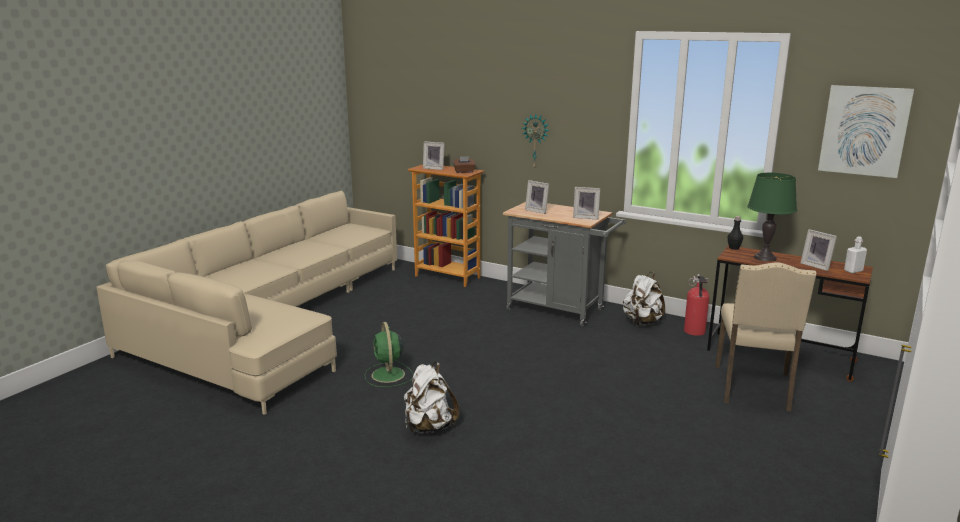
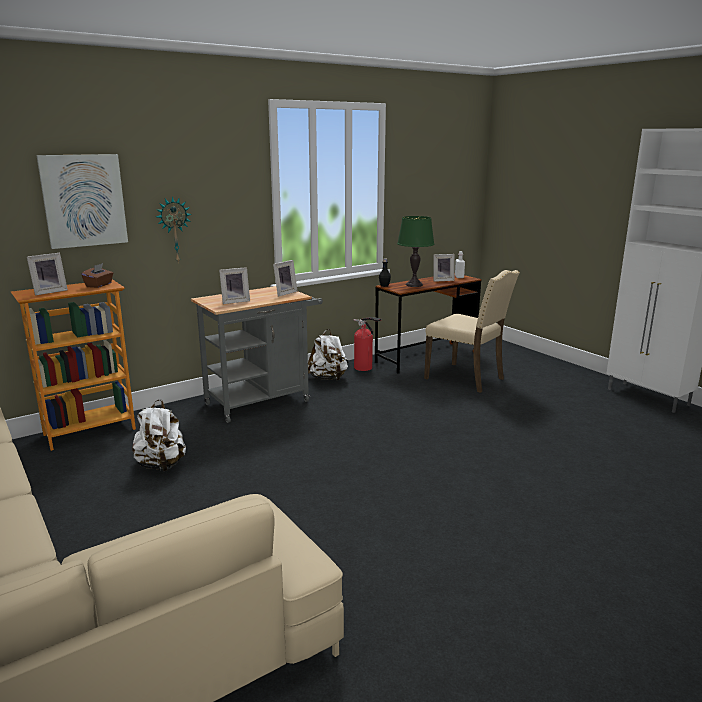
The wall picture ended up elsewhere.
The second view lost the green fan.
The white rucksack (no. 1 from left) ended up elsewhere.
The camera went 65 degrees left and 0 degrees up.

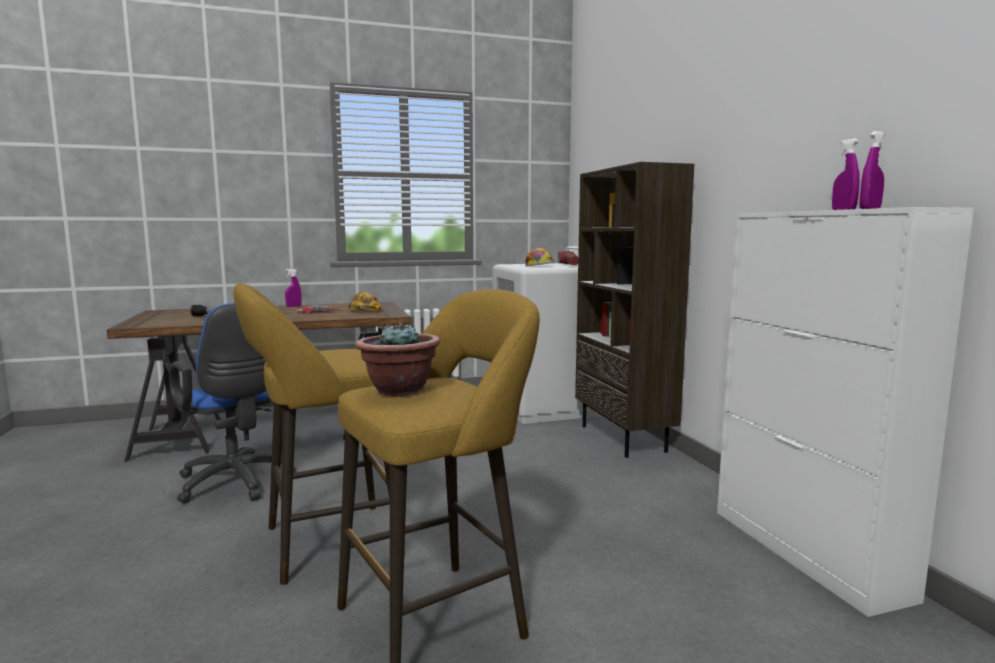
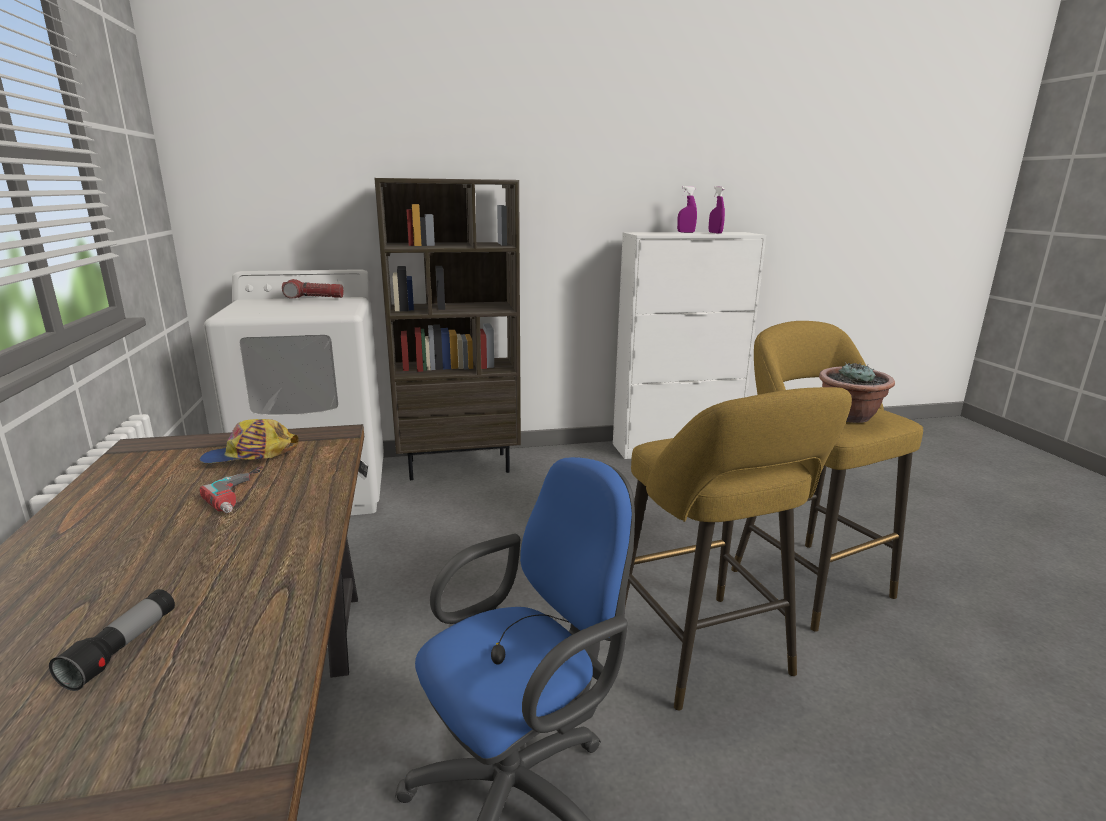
The second view lost the cap (no. 2 from left).
The second view lost the purple-coloured sprayer (no. 1 from left).
The camera went 85 degrees left and 10 degrees up.

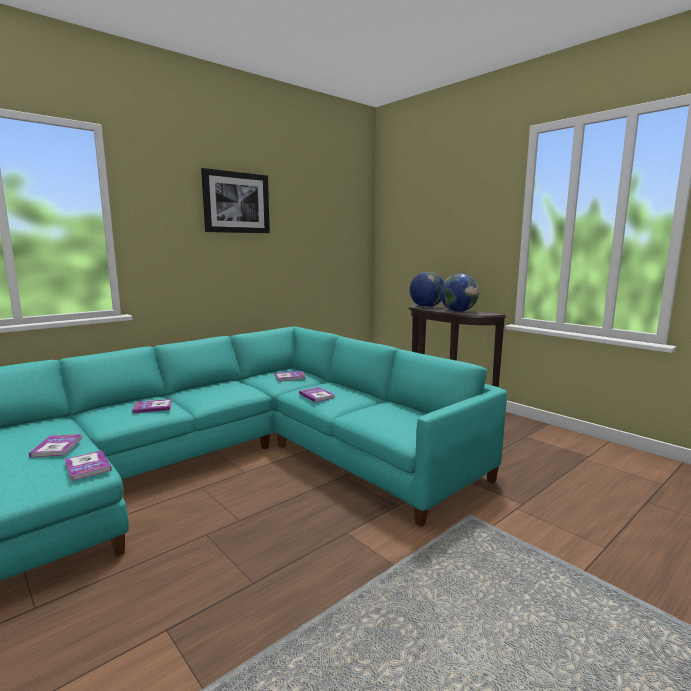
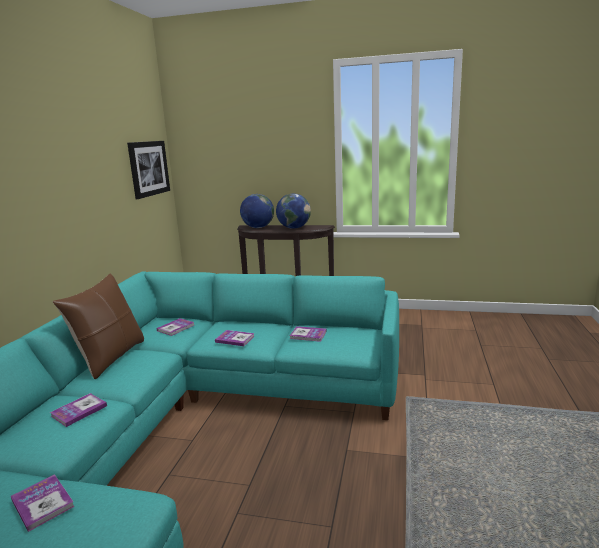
The wall picture ended up elsewhere.
The volume (no. 2 from left in the first image) ended up elsewhere.
The second view gained the brown-coloured cushion.
The camera went 35 degrees left and 5 degrees up.

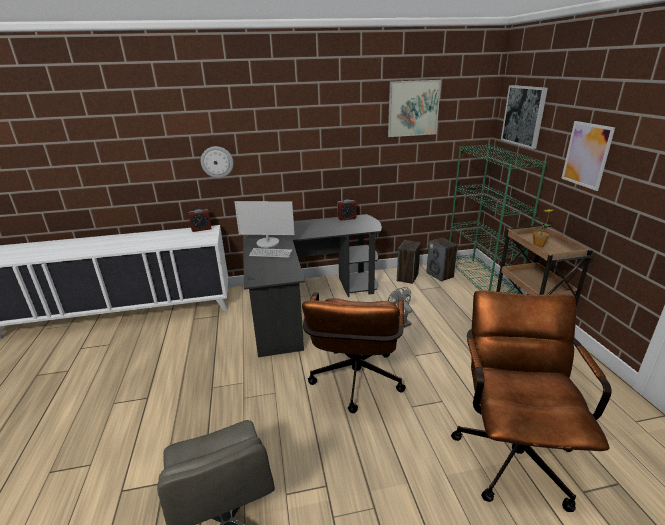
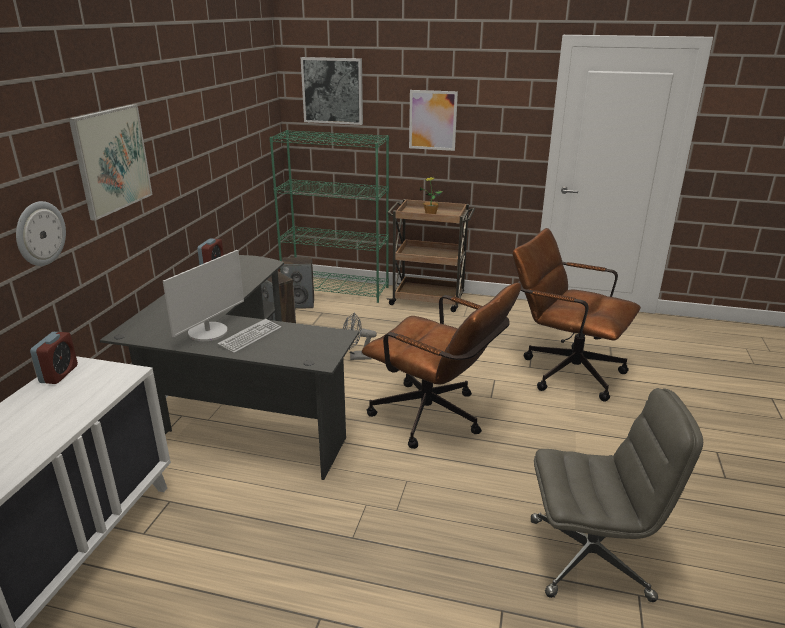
The wall picture (no. 1 from left) ended up elsewhere.
The camera went 65 degrees left and 0 degrees up.

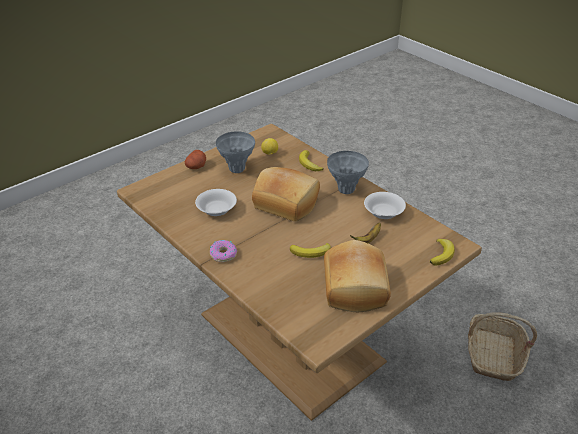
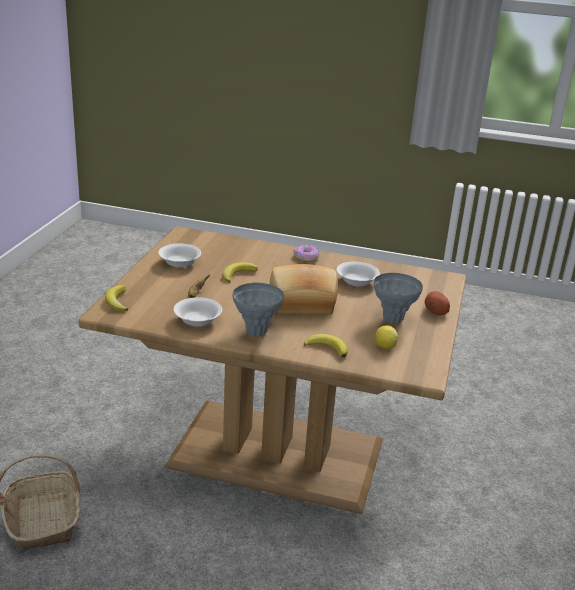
Where the bakery bread (no. 2 from left) stood, the white serving bowl (no. 1 from left) came to stand.
The camera went 145 degrees right and 10 degrees down.

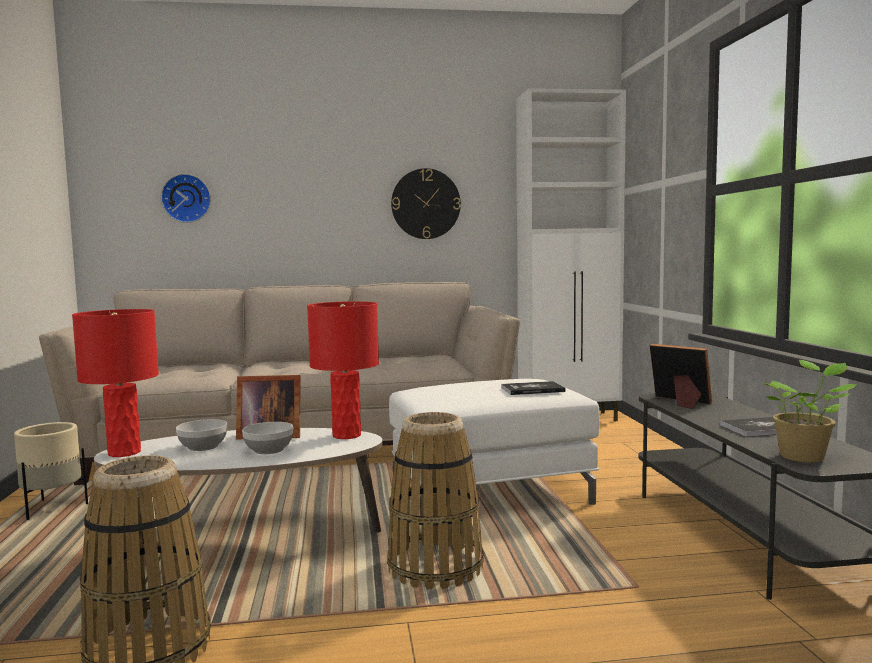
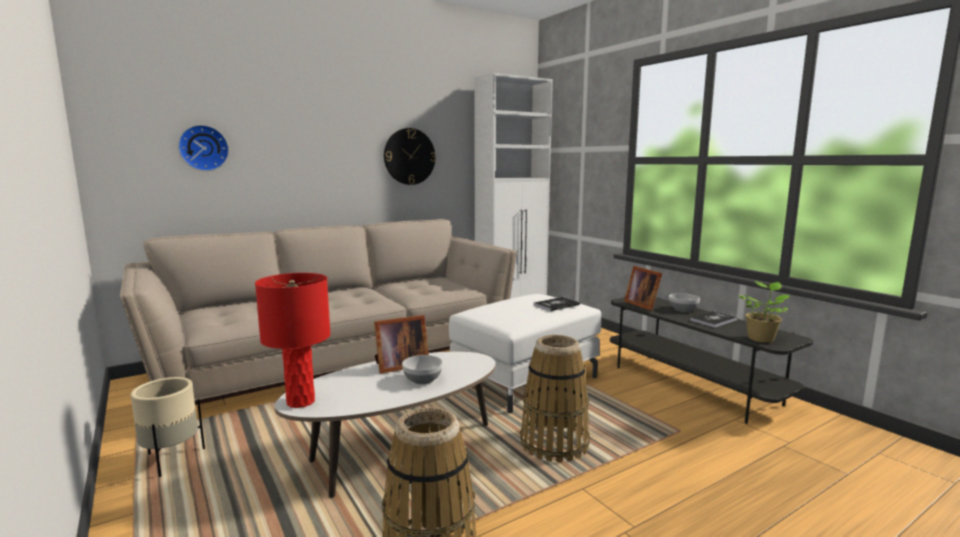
The second view lost the red-coloured tabletop lamp (no. 2 from left).
The photo frame (no. 2 from left) ended up facing another way, 135 degrees counterclockwise from before.
The serving bowl (no. 1 from left in the first image) ended up elsewhere.
The camera went 25 degrees left and 5 degrees up.

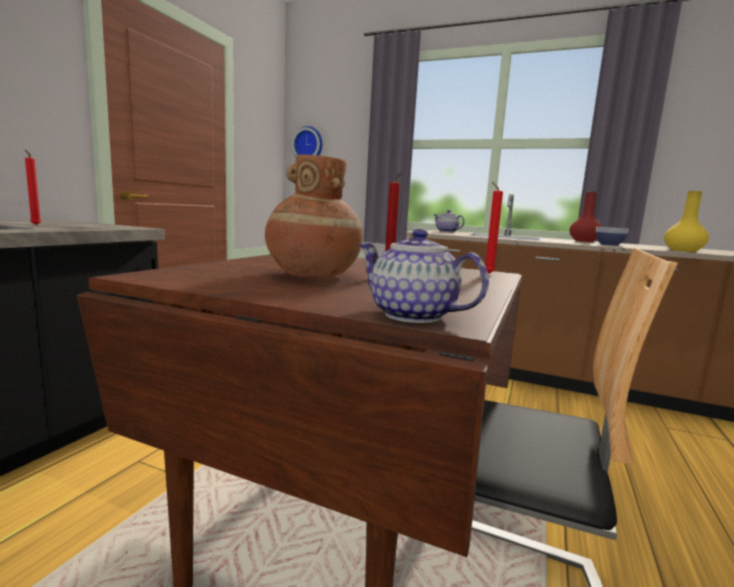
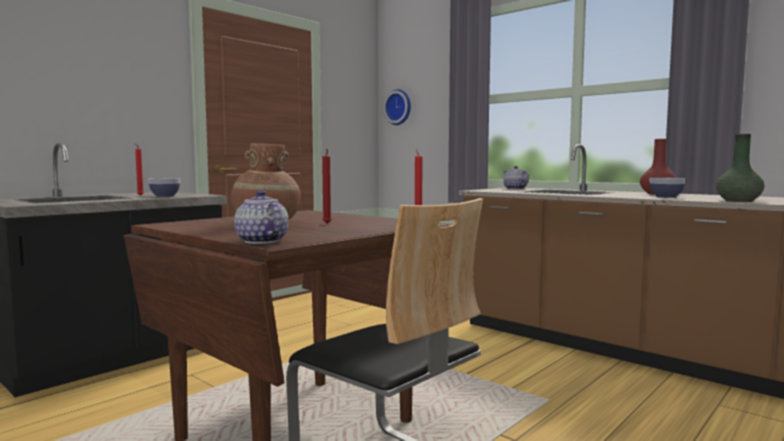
What was the yellow-coloured decorative vase turned into the green decorative vase.
The second view gained the serving bowl (no. 1 from left).
The camera went 20 degrees right and 5 degrees down.

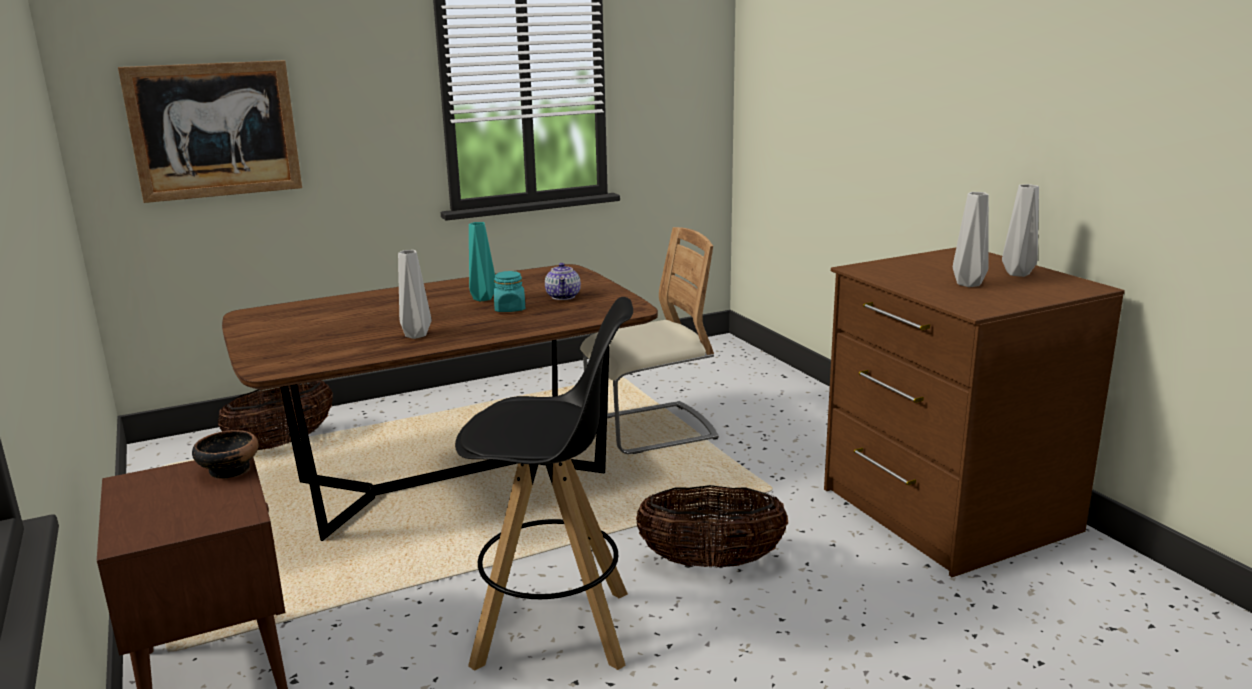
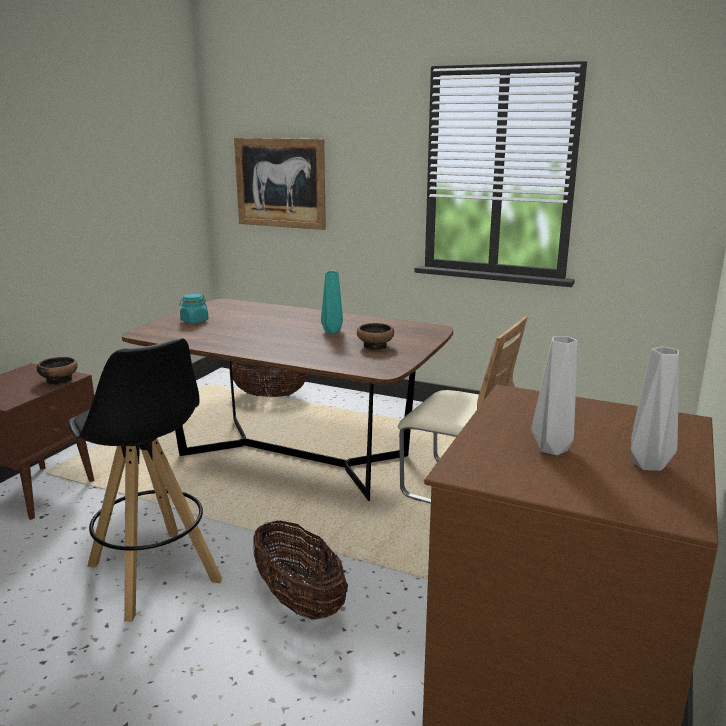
The second view lost the greyish decorative vase (no. 1 from left).
Where the teapot stood, the serving bowl (no. 2 from left) came to stand.
The blue-green preserve jar ended up elsewhere.
The camera went 50 degrees right and 0 degrees up.

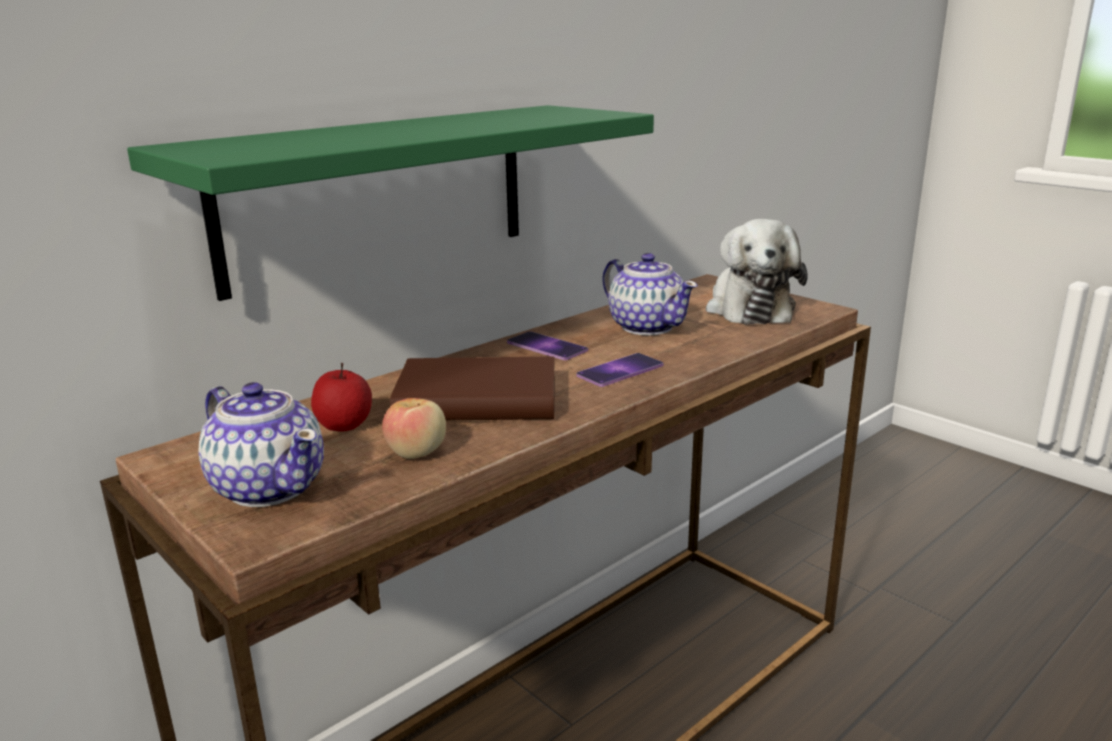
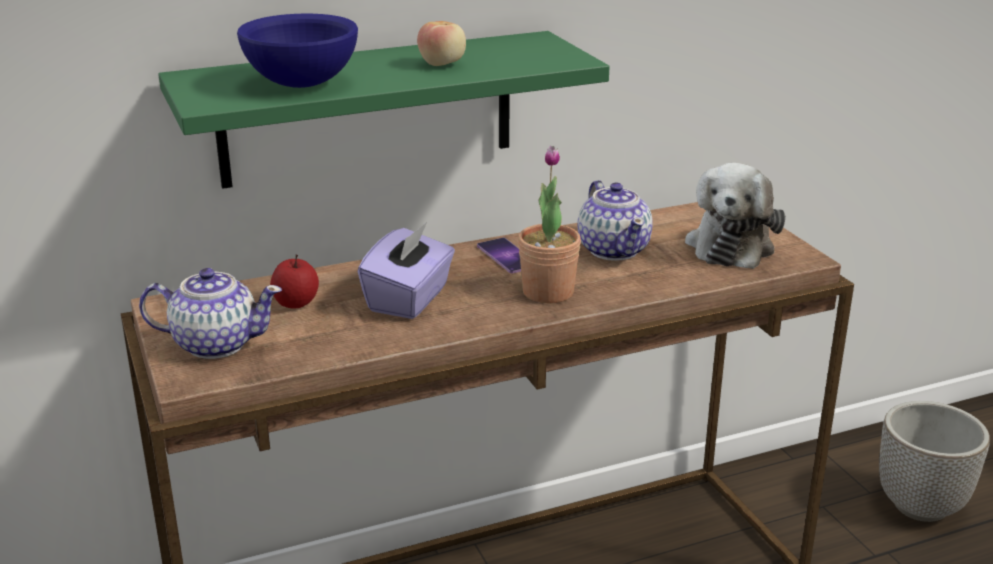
Where the phone (no. 2 from left) stood, the houseplant came to stand.
Where the brown-coloured volume stood, the purple-coloured tissue holder came to stand.
The teapot (no. 1 from left) ended up facing another way, 60 degrees counterclockwise from before.
The apple fruit (no. 2 from left) ended up elsewhere.
The second view gained the blue-coloured serving bowl.
The second view gained the flower pot.
The camera went 20 degrees right and 5 degrees up.

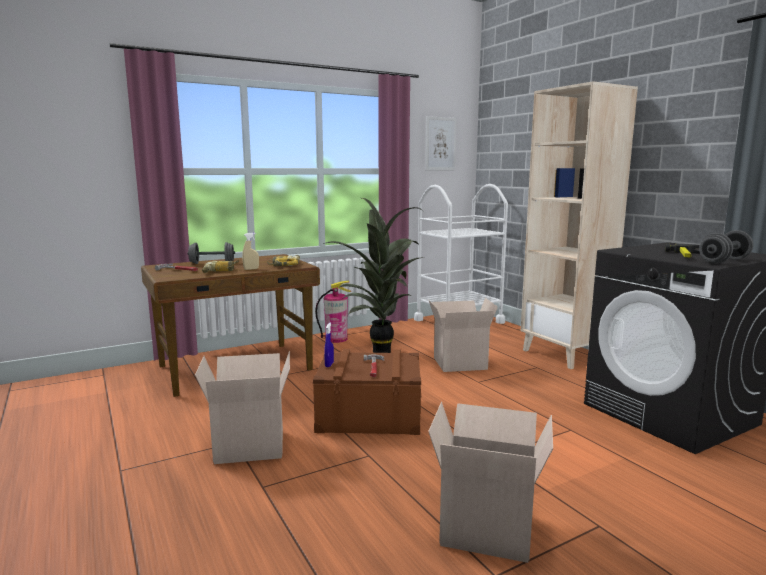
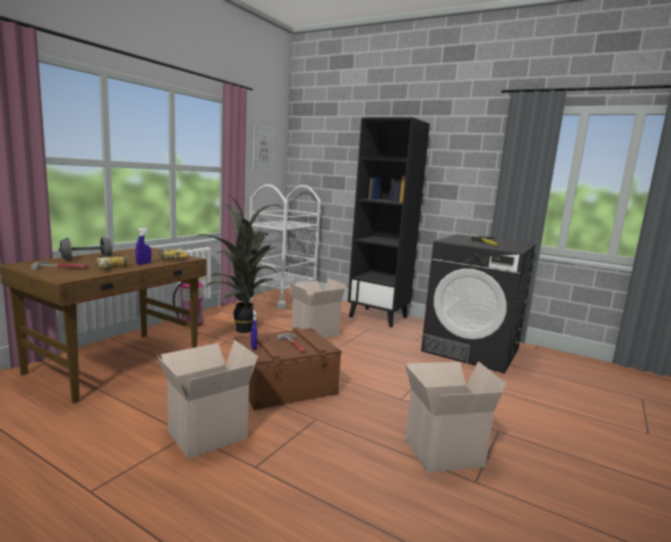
What was the beige-coloured bookcase turned into the blackish bookcase.
The second view lost the greyish free weight (no. 2 from left).
What was the beige-coloured sprayer turned into the blue-coloured sprayer (no. 1 from left).
The camera went 30 degrees left and 0 degrees up.

